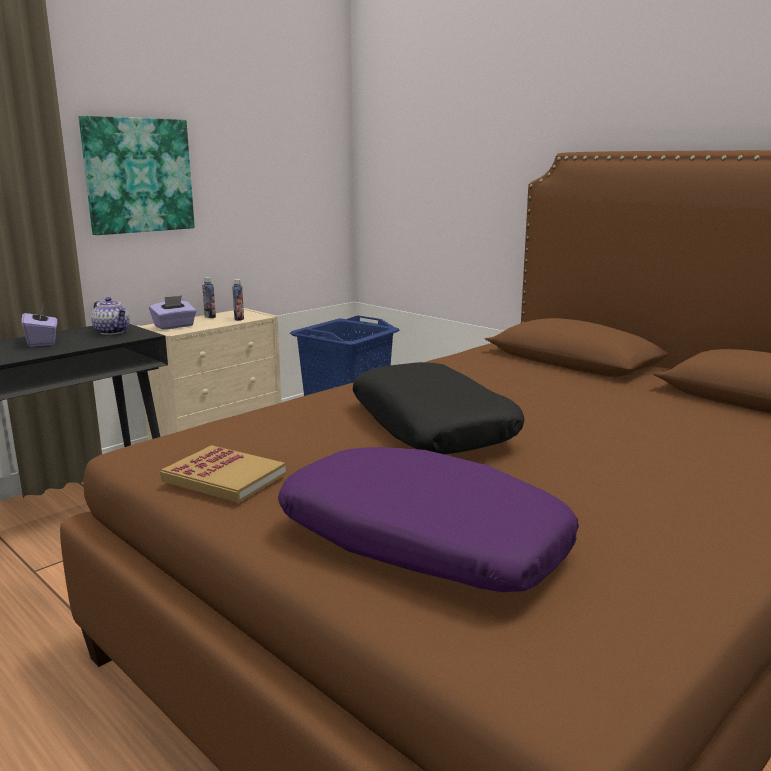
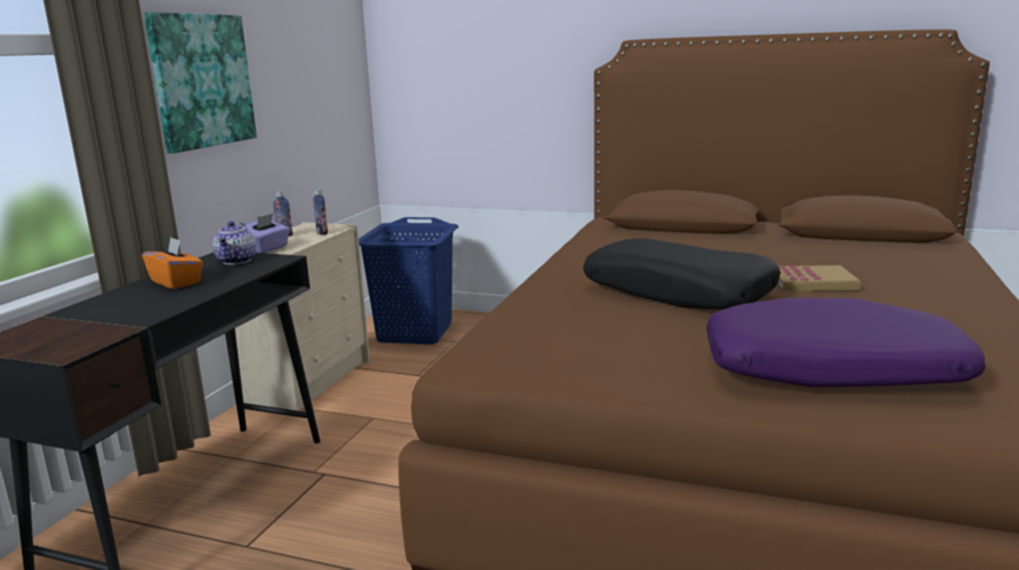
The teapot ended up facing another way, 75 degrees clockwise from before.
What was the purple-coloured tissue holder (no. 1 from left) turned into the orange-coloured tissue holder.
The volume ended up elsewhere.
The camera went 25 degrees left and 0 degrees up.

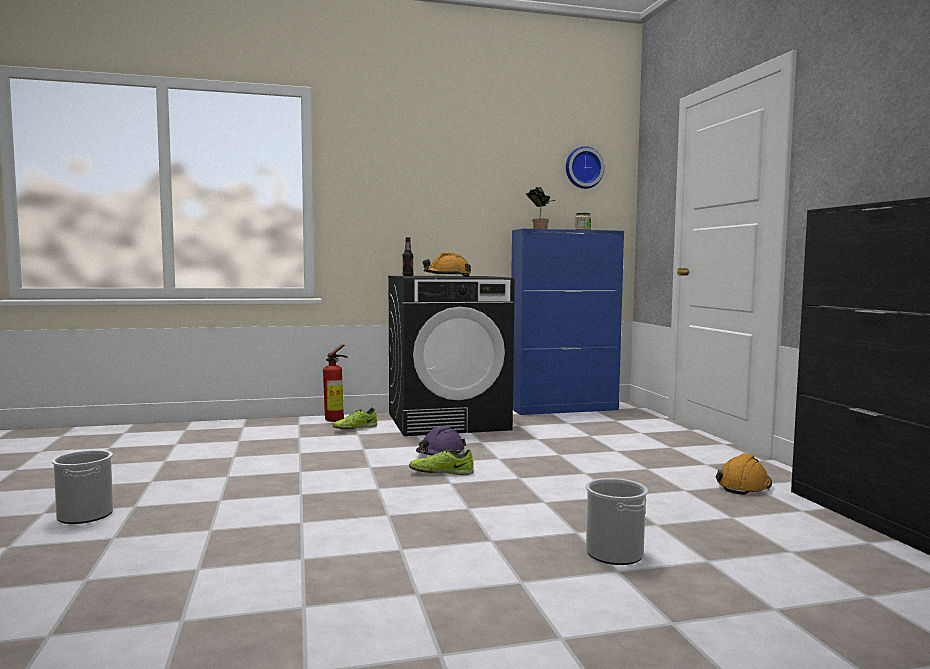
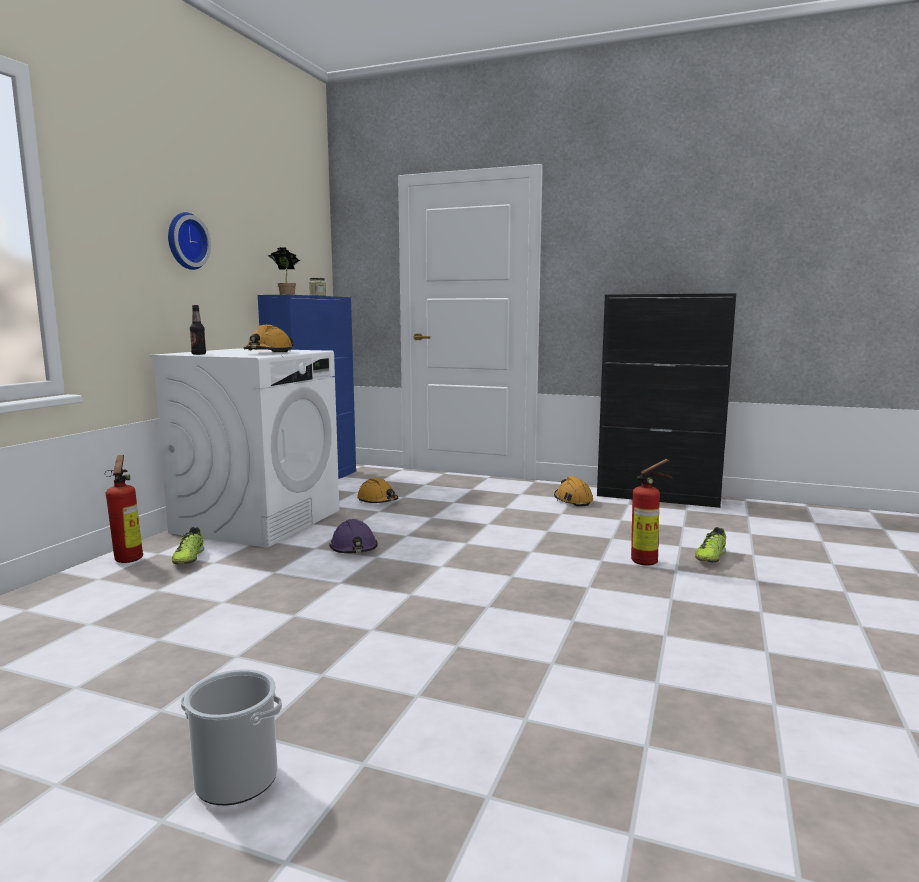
The hanging clock ended up elsewhere.
What was the blackish laundry appliance turned into the white laundry appliance.
The item of footwear (no. 2 from left) ended up elsewhere.
Where the bucket (no. 2 from left) stood, the fire-fighting cylinder (no. 2 from left) came to stand.
The second view gained the orange-coloured work helmet (no. 2 from left).
The camera went 55 degrees left and 5 degrees up.

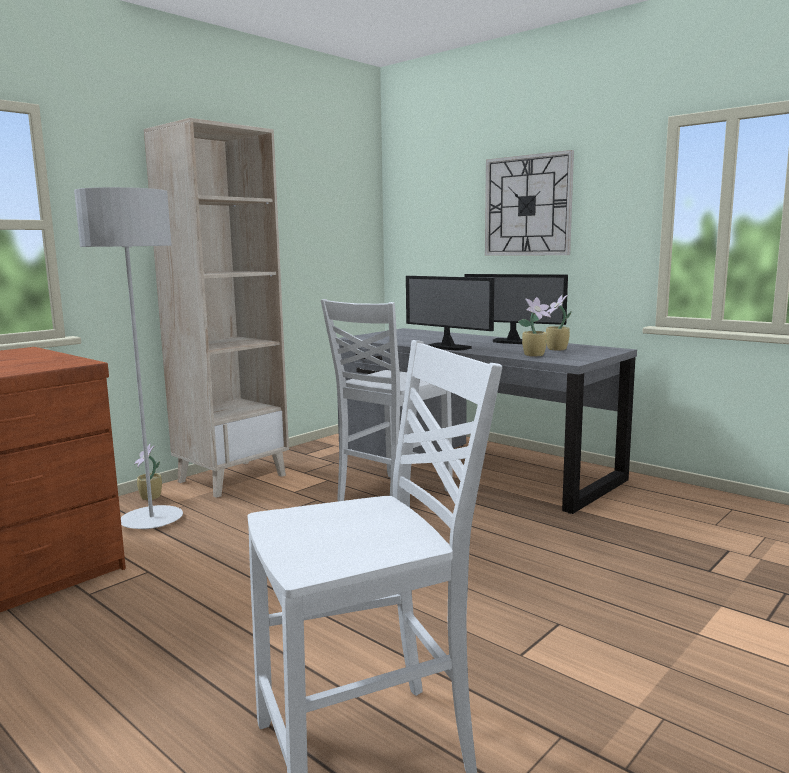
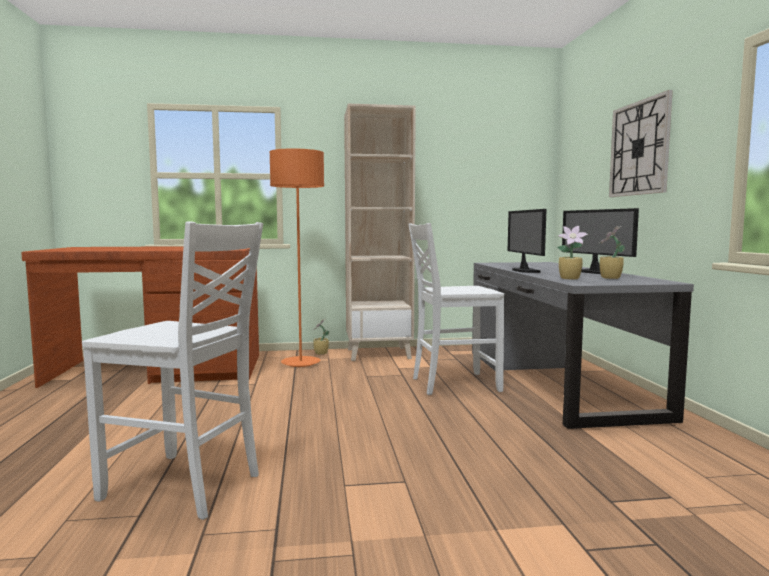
What was the greyish standard lamp turned into the orange-coloured standard lamp.
The camera went 40 degrees right and 5 degrees down.

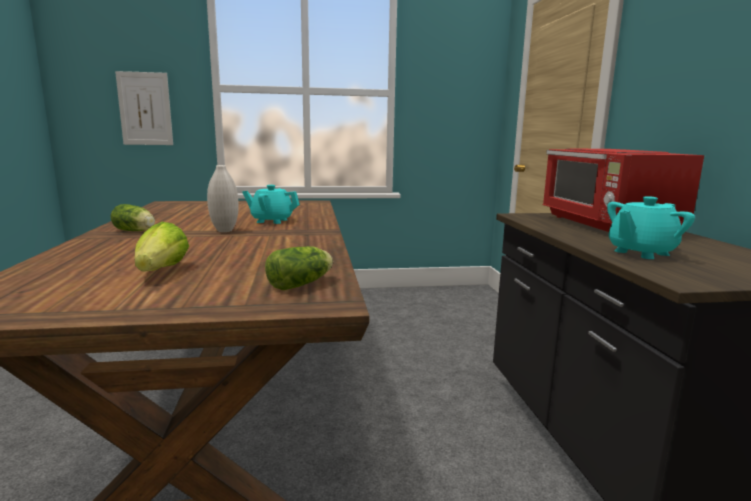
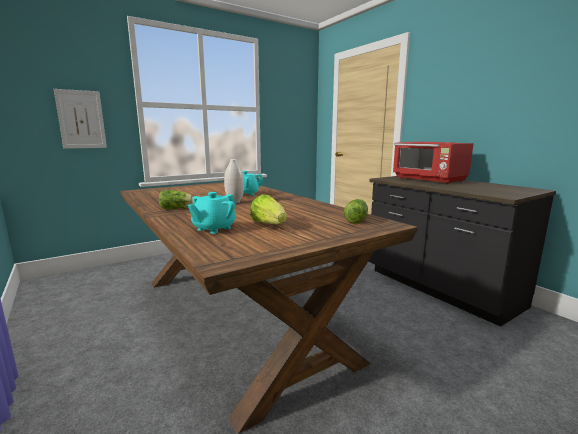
The blue-green teapot (no. 2 from left in the first image) ended up elsewhere.
The camera went 25 degrees left and 0 degrees up.

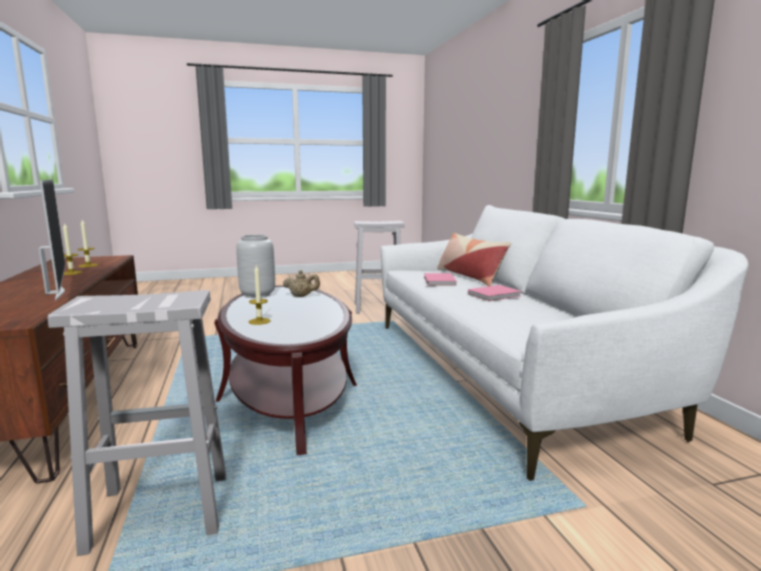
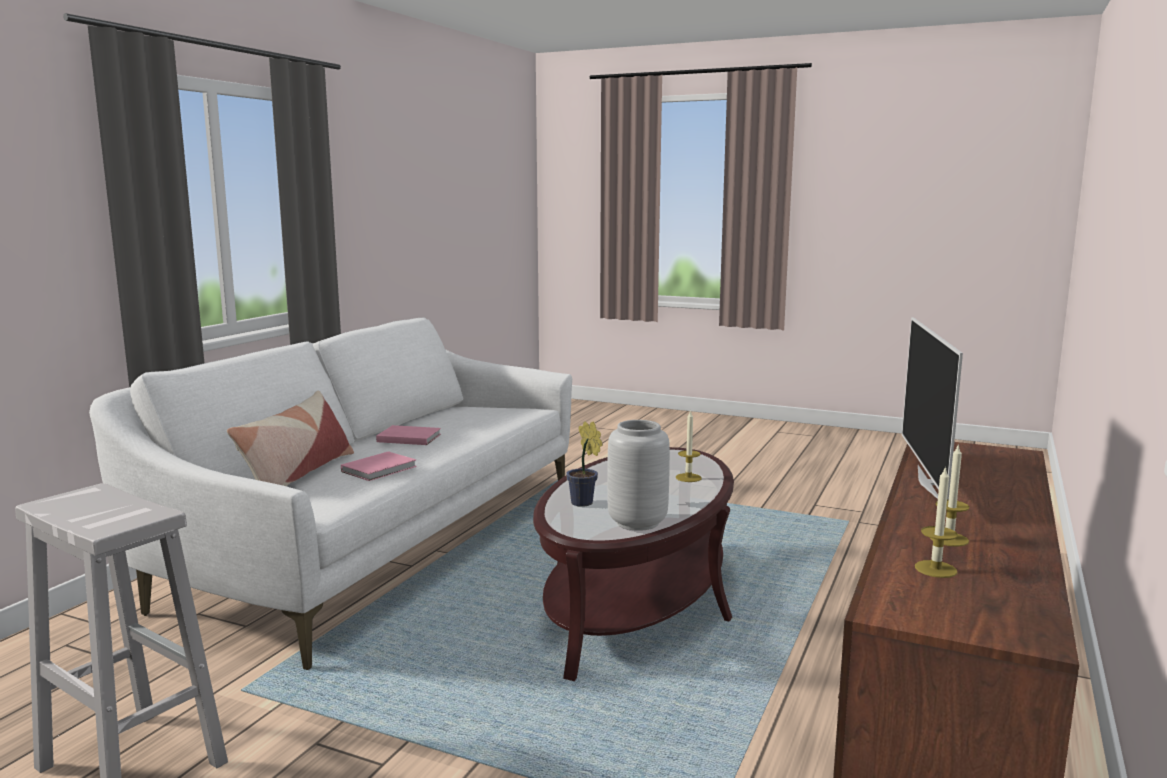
Where the beige-coloured teapot stood, the houseplant came to stand.
The second view lost the white stool seat (no. 1 from left).
The camera went 140 degrees left and 0 degrees up.

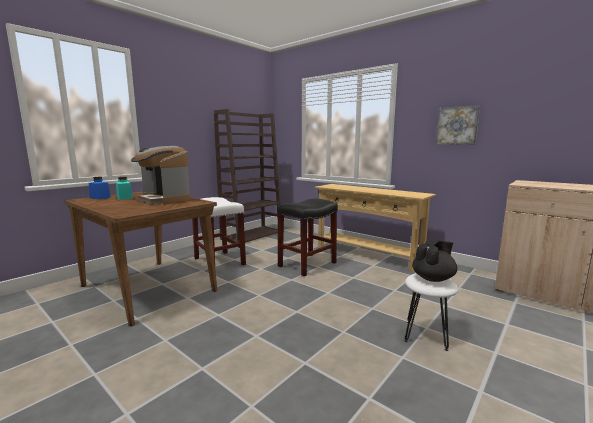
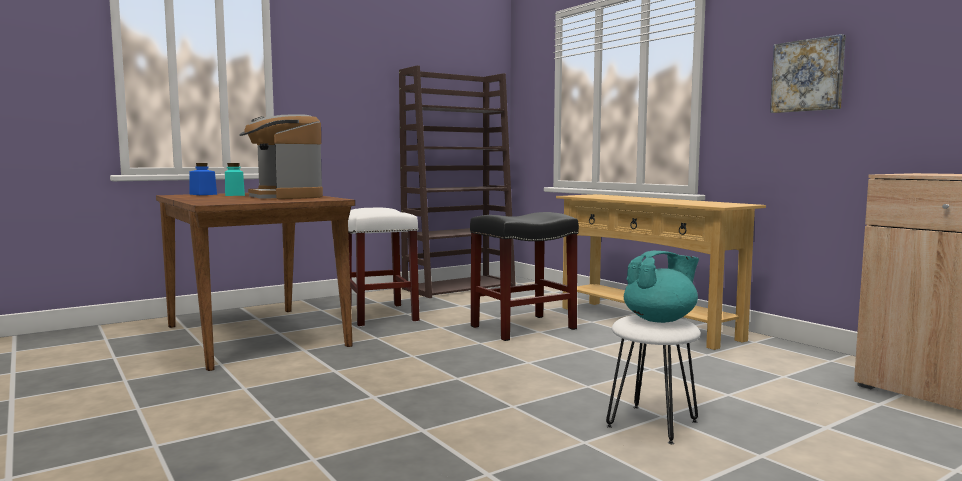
What was the blackish teapot turned into the blue-green teapot.
The camera went 15 degrees right and 5 degrees down.

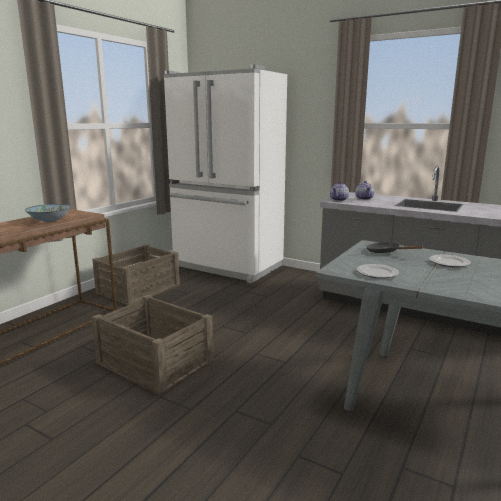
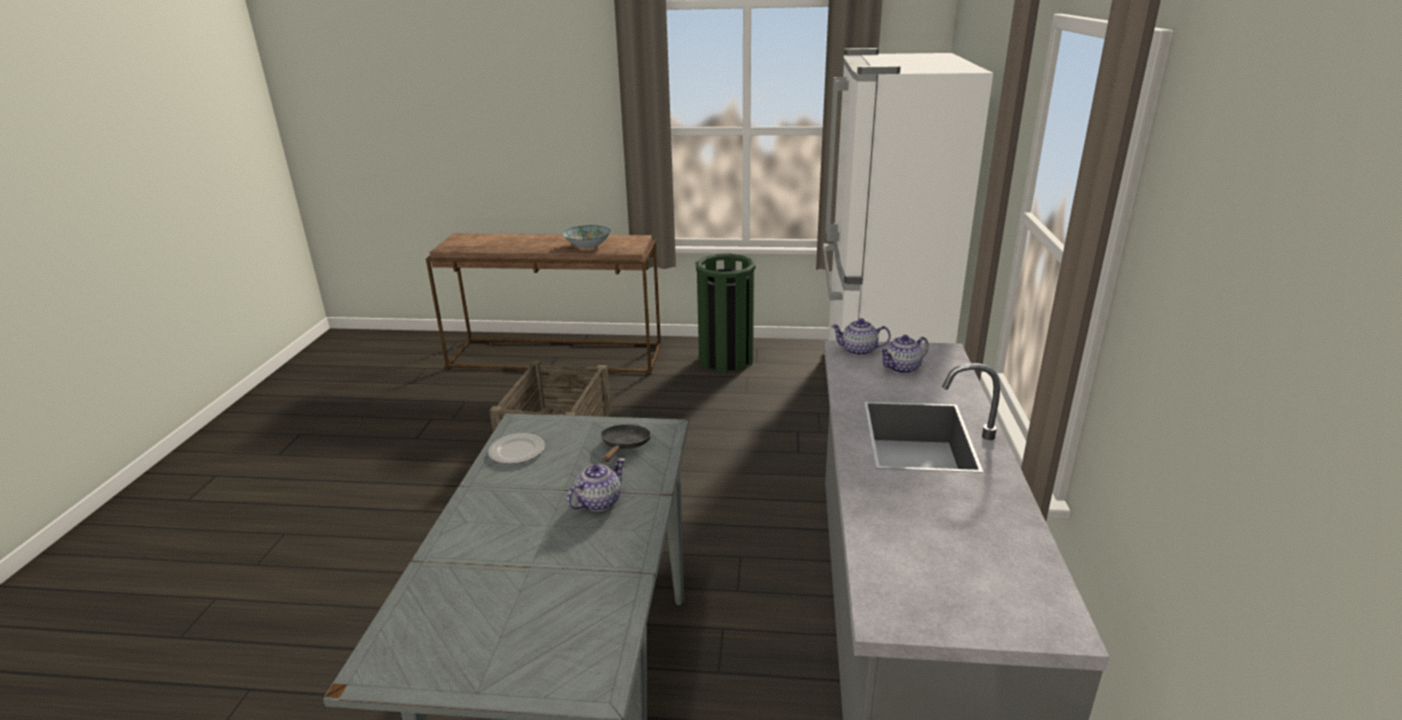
Where the packing crate (no. 1 from left) stood, the green trash can came to stand.
Where the dinner plate (no. 2 from left) stood, the teapot (no. 1 from left) came to stand.
The camera went 65 degrees right and 10 degrees up.

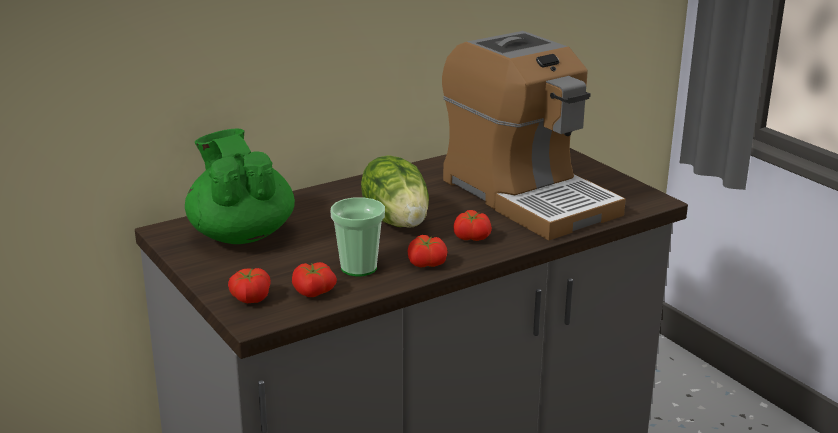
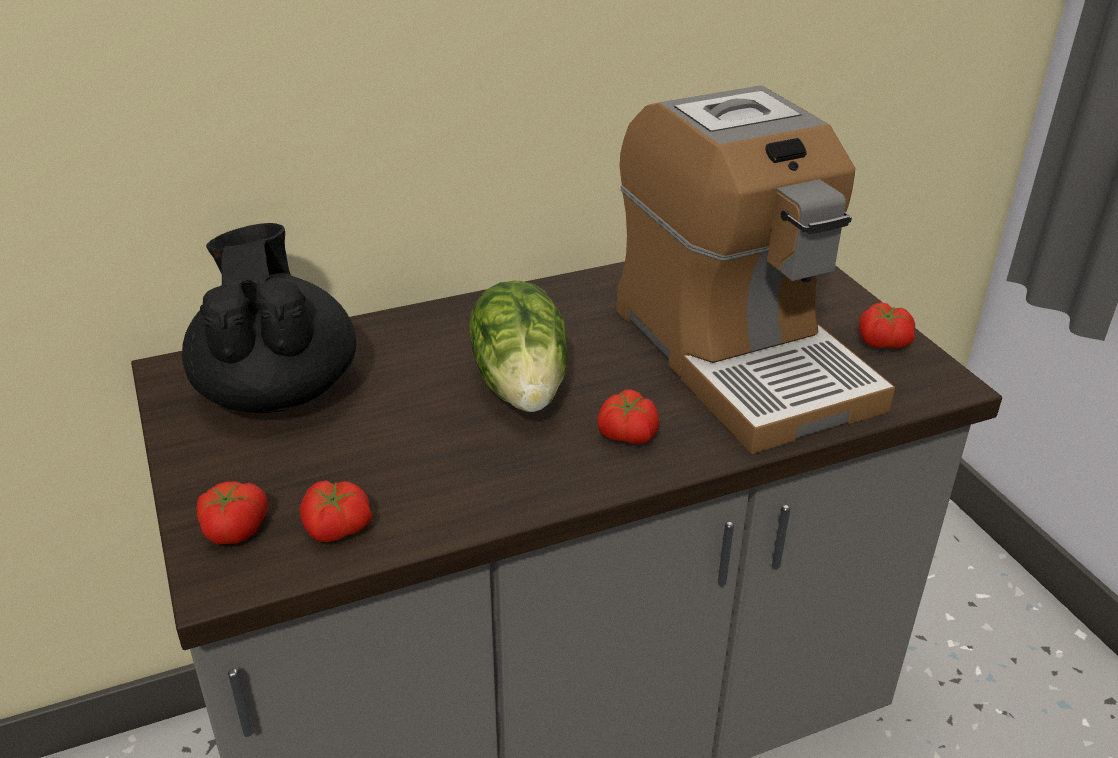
What was the green teapot turned into the blackish teapot.
The second view lost the cup.
The whole tomato (no. 3 from left in the first image) ended up elsewhere.
The camera went 10 degrees right and 10 degrees up.

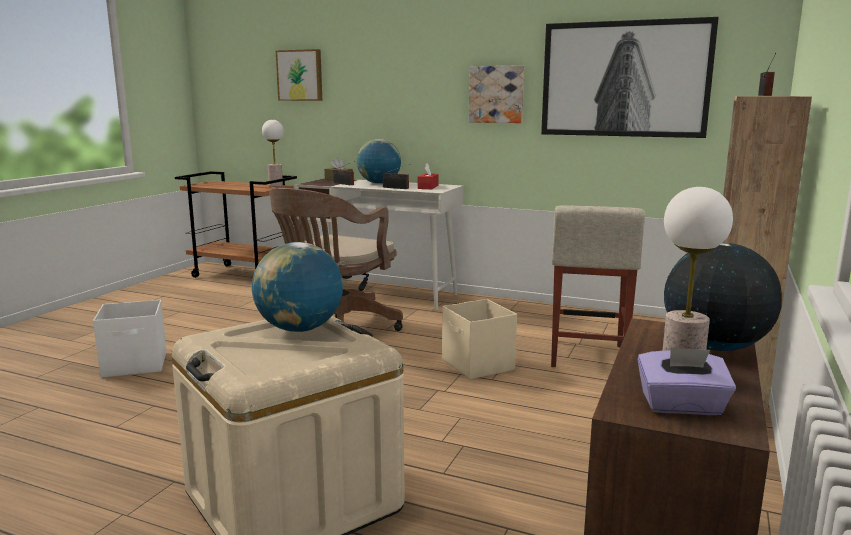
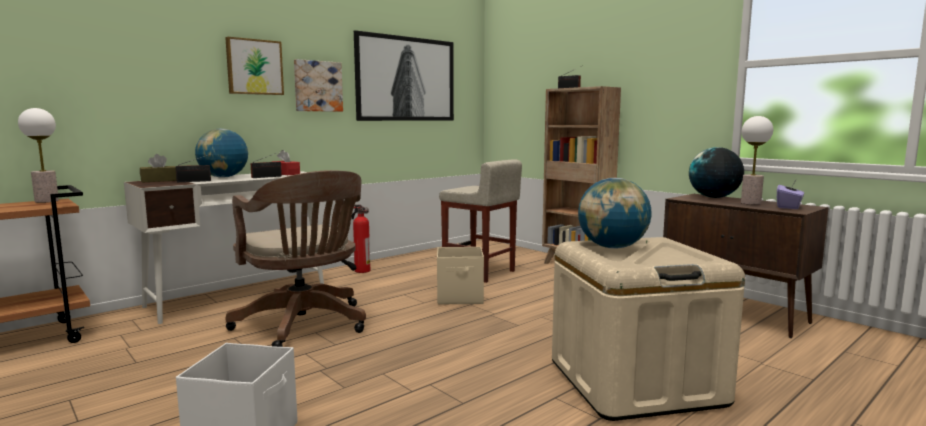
The wall picture (no. 1 from left) ended up elsewhere.
The second view gained the fire-fighting cylinder.
The camera went 65 degrees left and 5 degrees down.

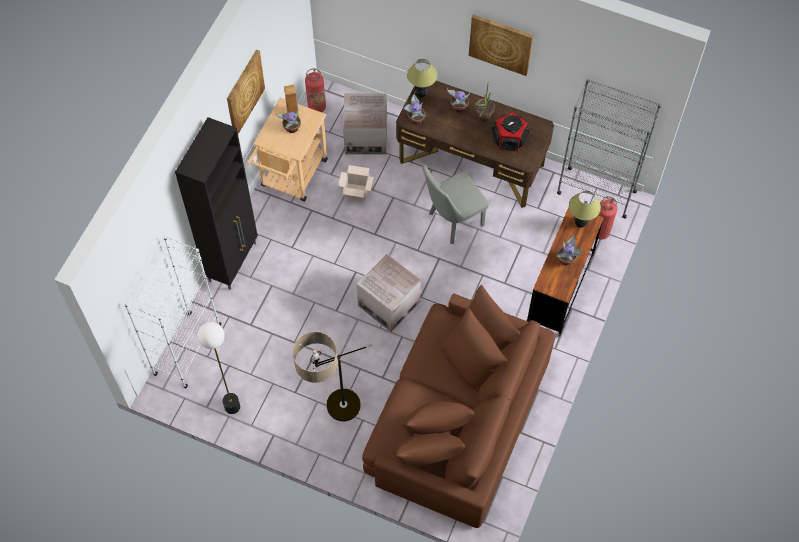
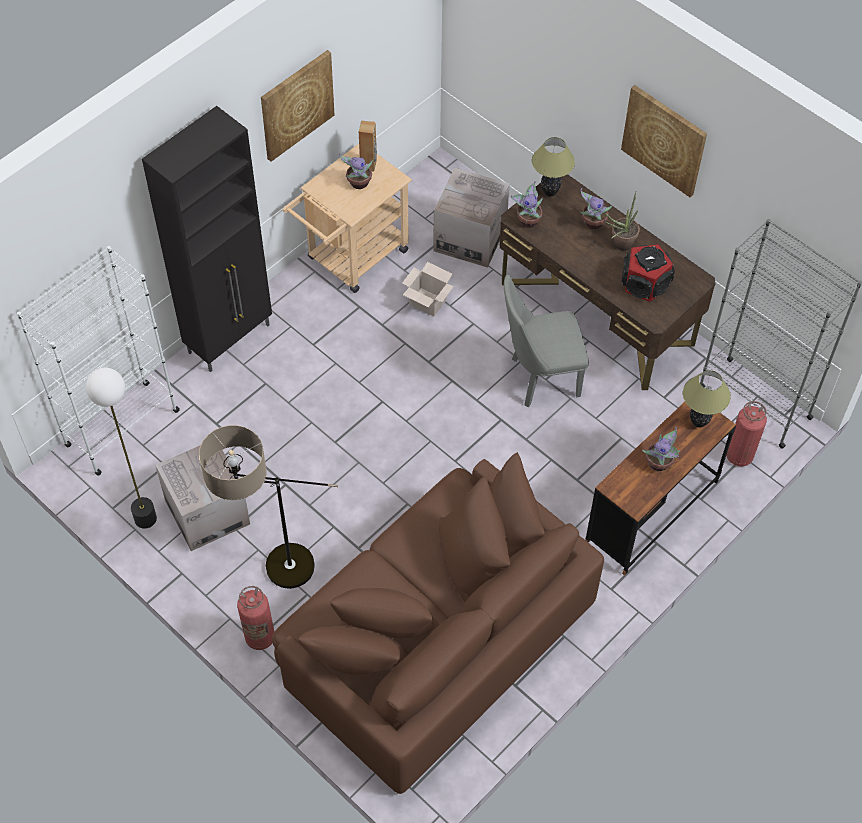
The fire-fighting cylinder (no. 1 from left) ended up elsewhere.
The carton (no. 3 from left in the first image) ended up elsewhere.
The camera went 20 degrees right and 5 degrees down.

